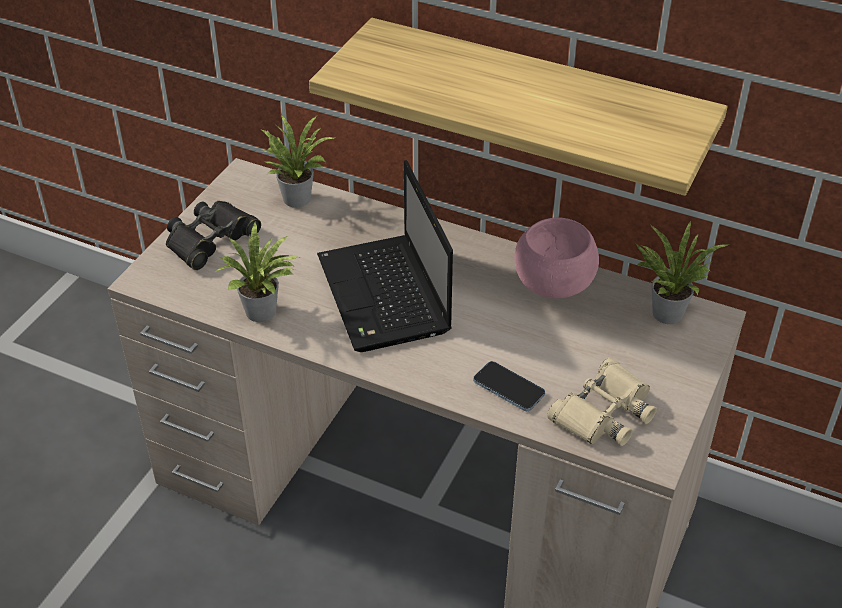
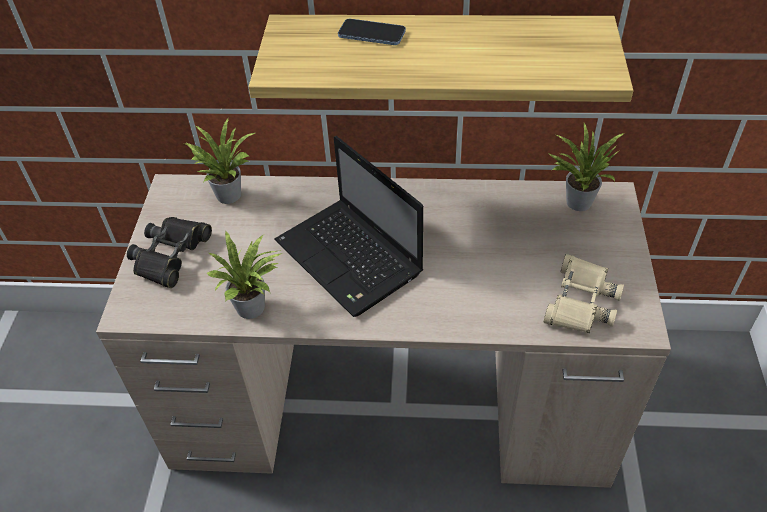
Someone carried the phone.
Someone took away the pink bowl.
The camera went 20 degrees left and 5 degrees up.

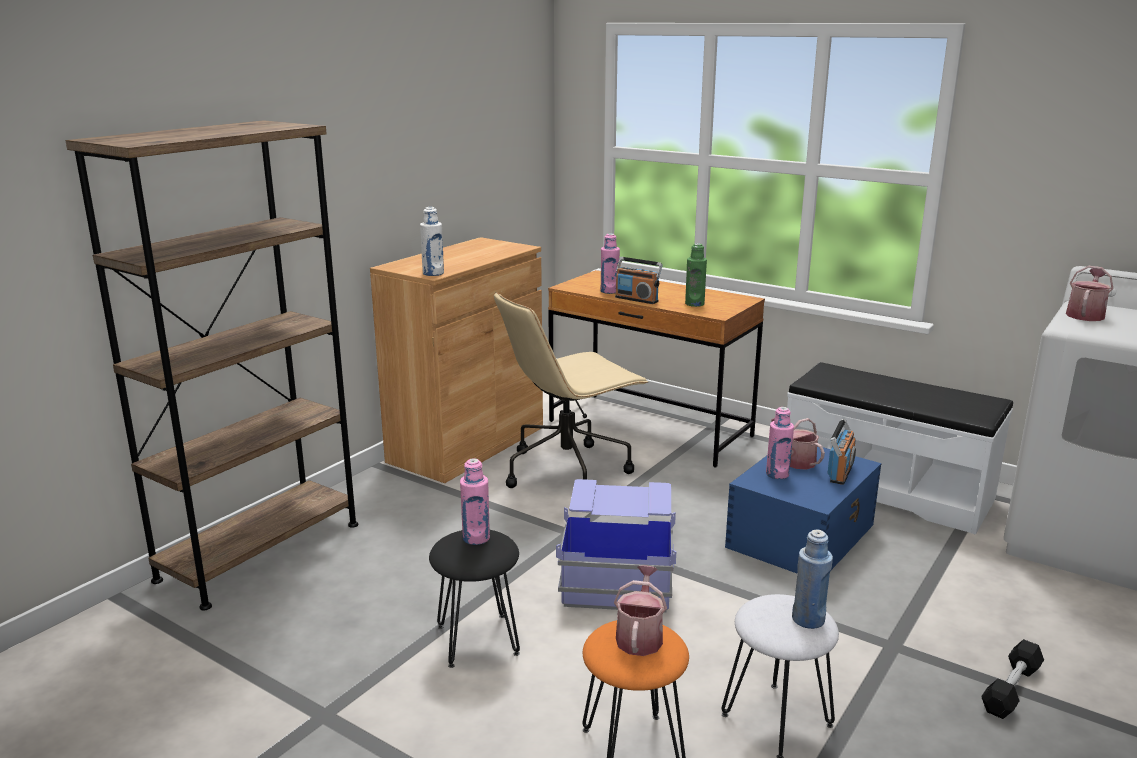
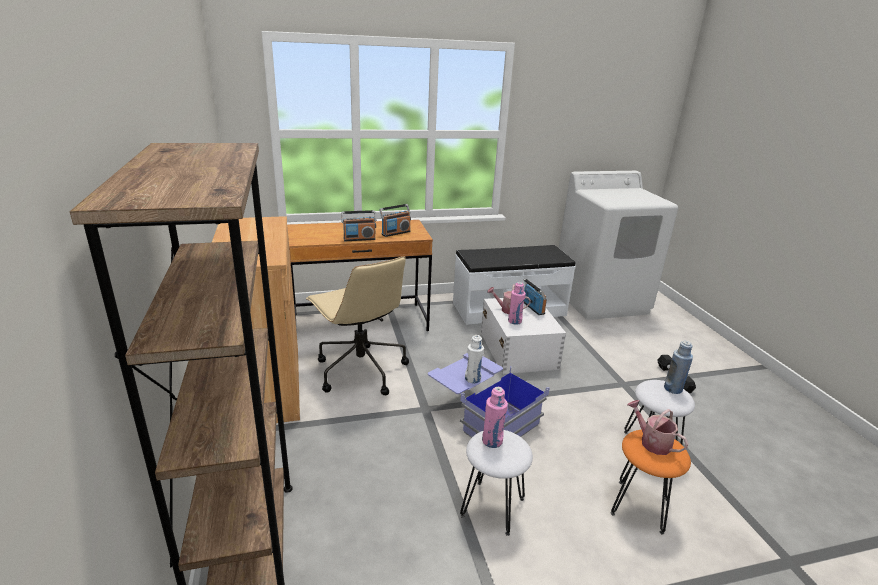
Someone rotated the beige office chair by 45 degrees counterclockwise.
Someone swapped the green bottle for the radio (no. 2 from left).
Someone repainted the black stool, which became the white stool (no. 1 from left).
Someone carried the white bottle.
Someone repainted the blue storage box (no. 2 from left), which became the white storage box.
Someone took away the pink bottle (no. 2 from left).
Someone took away the watering can (no. 3 from left).
The camera went 50 degrees left and 5 degrees up.

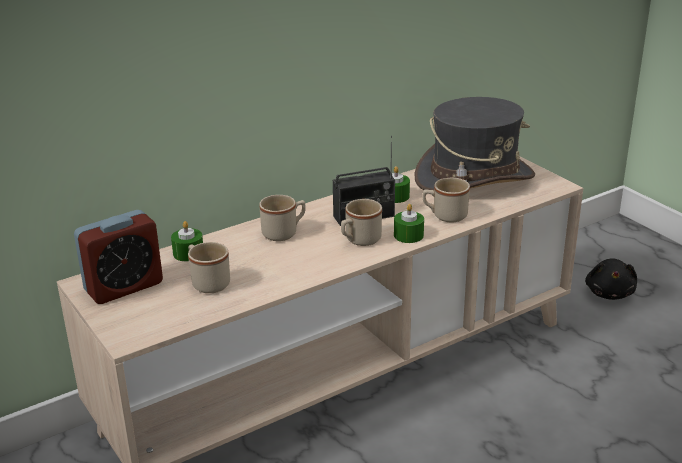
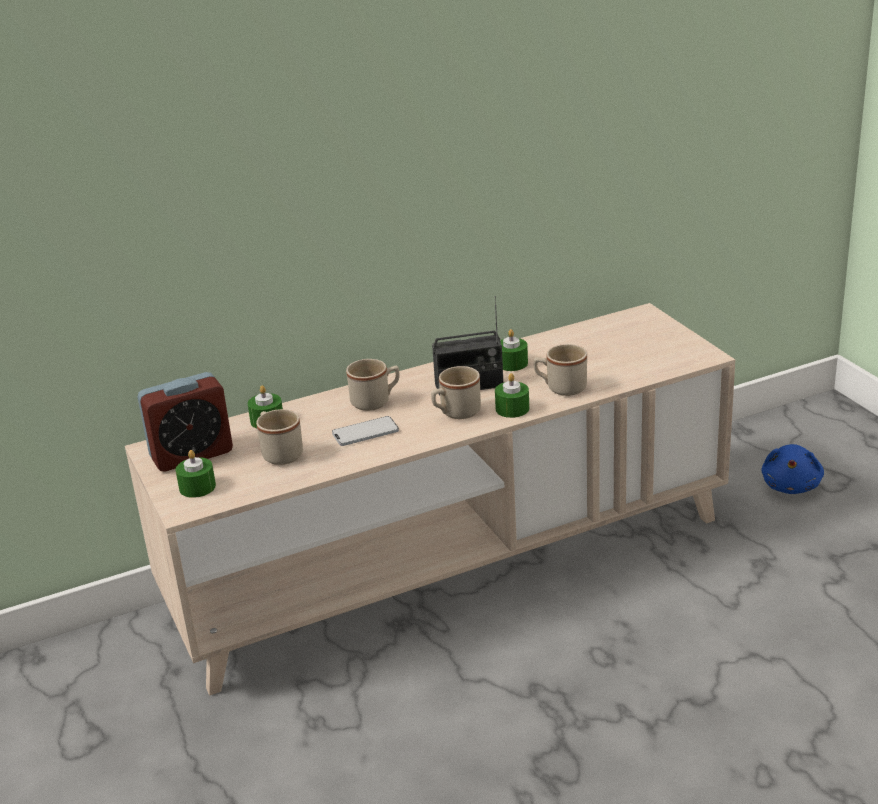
Someone put down the green candle (no. 1 from left).
Someone put down the phone.
Someone repainted the black plush toy, which became the blue plush toy.
Someone took away the grey hat.
The camera went 10 degrees right and 0 degrees up.

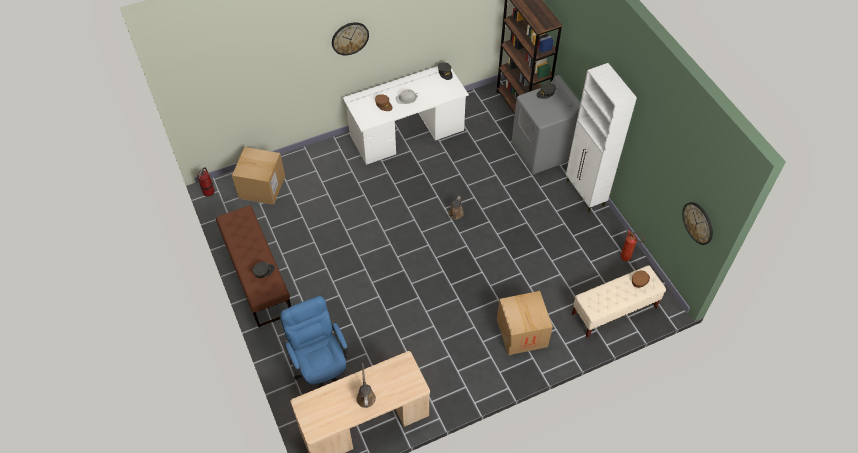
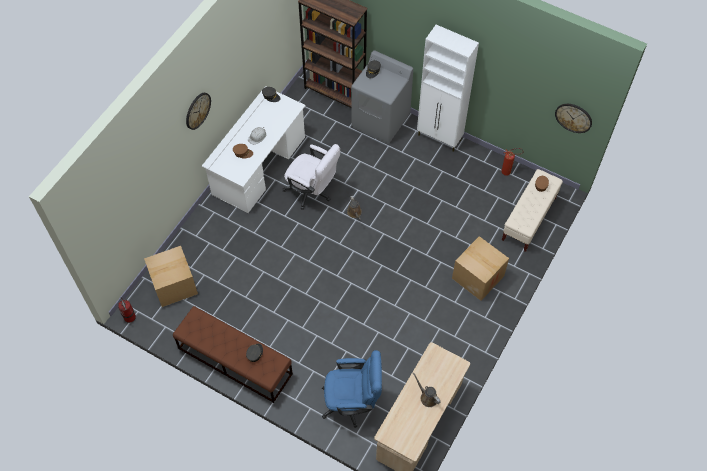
Someone put down the white office chair.
Someone rotated the blue office chair by 150 degrees clockwise.
The camera went 35 degrees left and 5 degrees up.

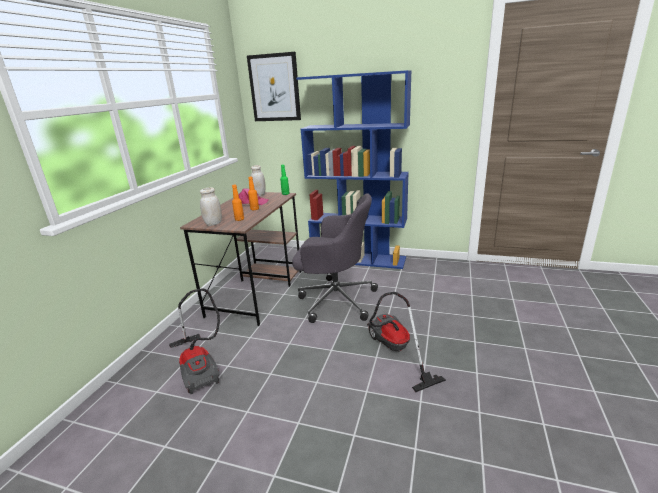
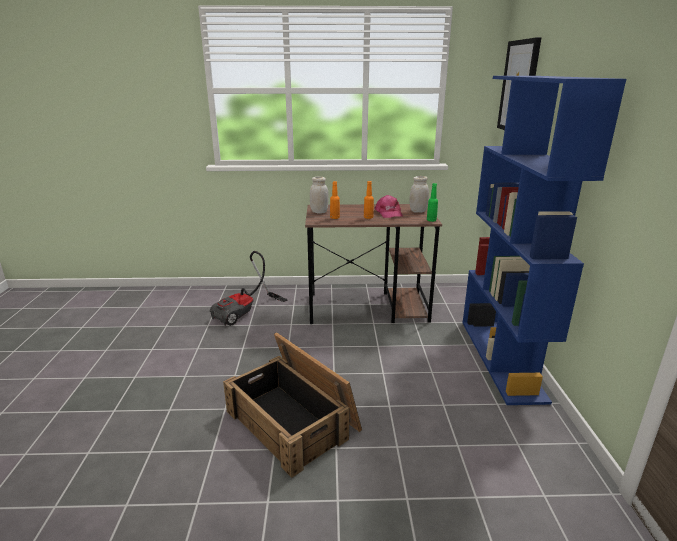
Someone swapped the vacuum cleaner (no. 2 from left) for the crate.
Someone took away the grey office chair.
The camera went 70 degrees right and 0 degrees up.

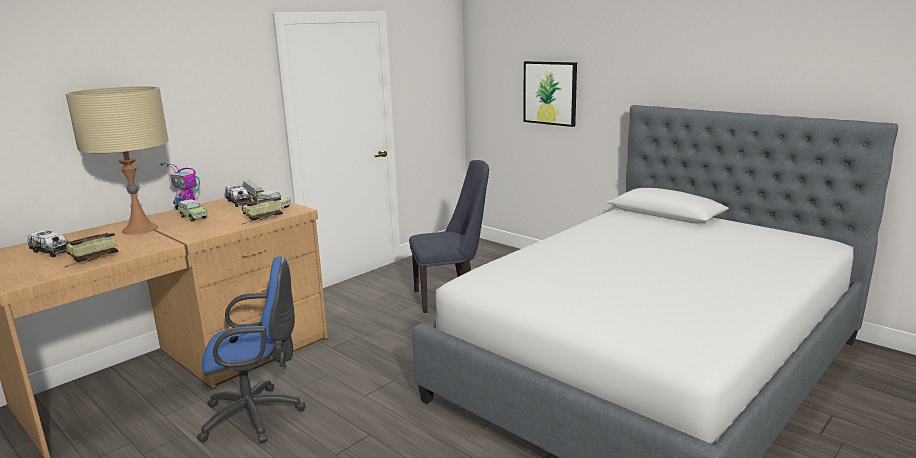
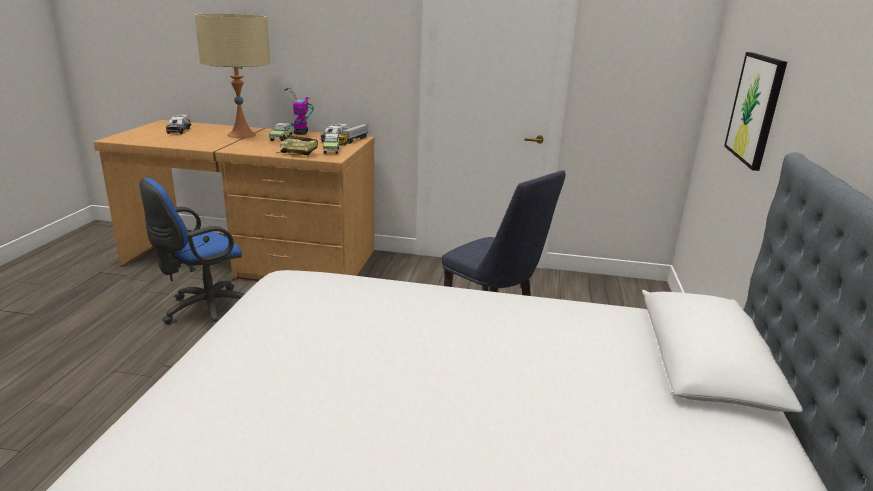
Someone rotated the blue office chair by 90 degrees clockwise.
Someone took away the book (no. 1 from left).
The camera went 55 degrees right and 5 degrees up.

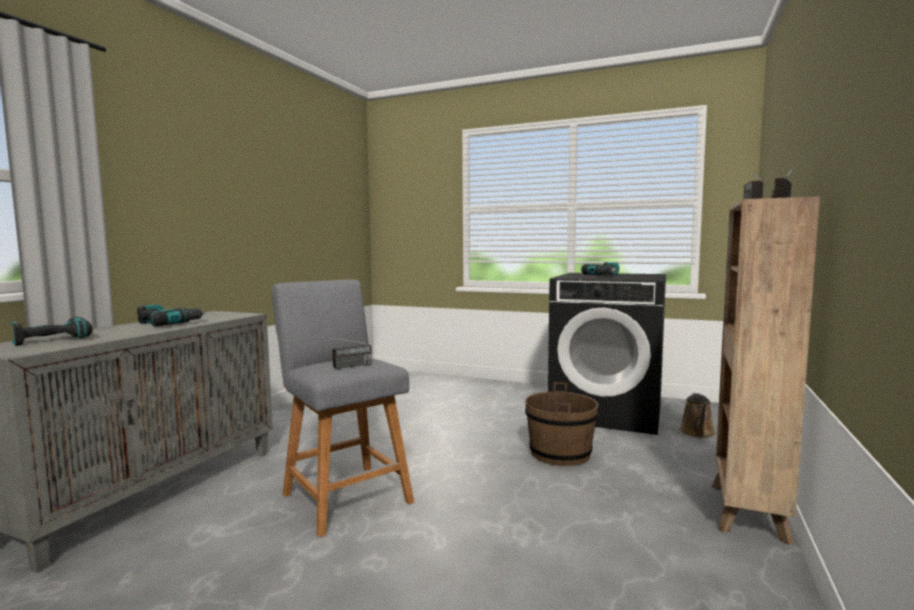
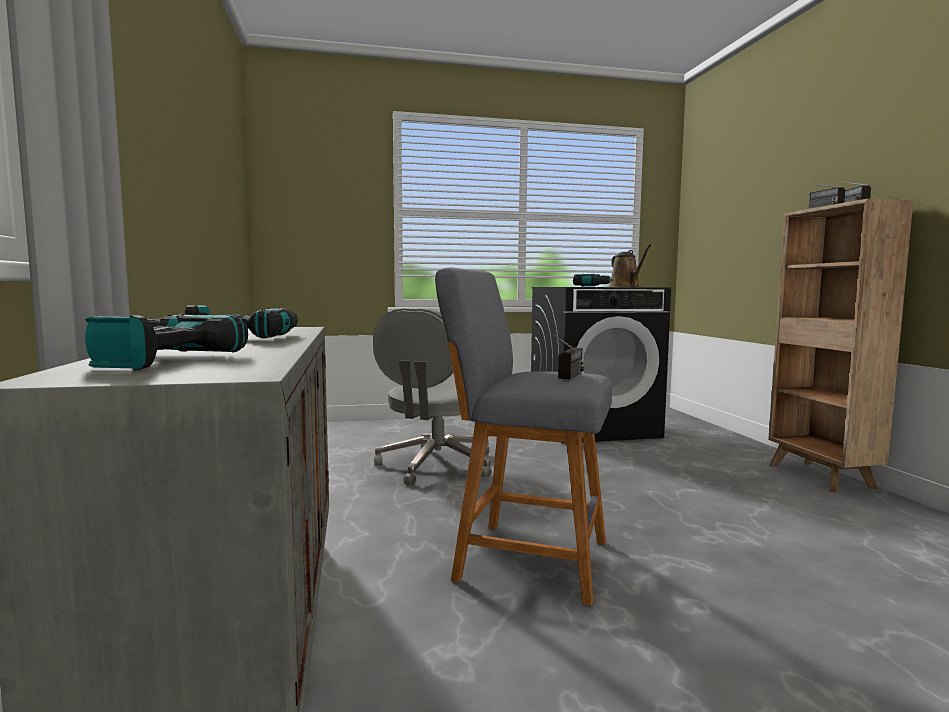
Someone put down the grey office chair.
Someone carried the brown watering can.
Someone took away the brown bucket.
The camera went 35 degrees left and 0 degrees up.

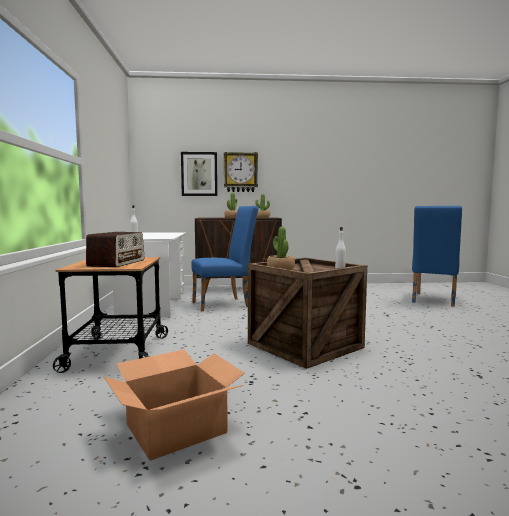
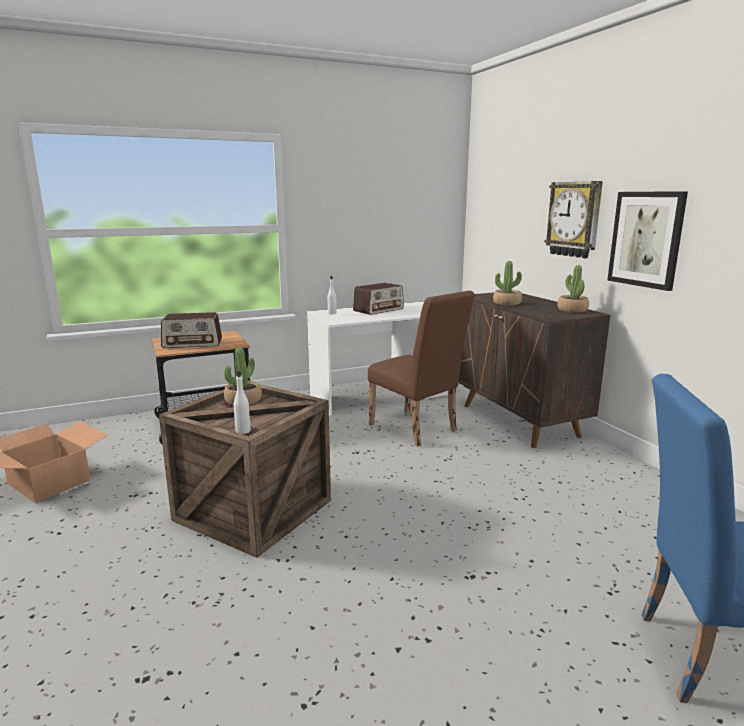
Someone put down the radio (no. 2 from left).
Someone repainted the blue chair (no. 1 from left), which became the brown chair.
Someone carried the picture.
The camera went 70 degrees right and 10 degrees up.

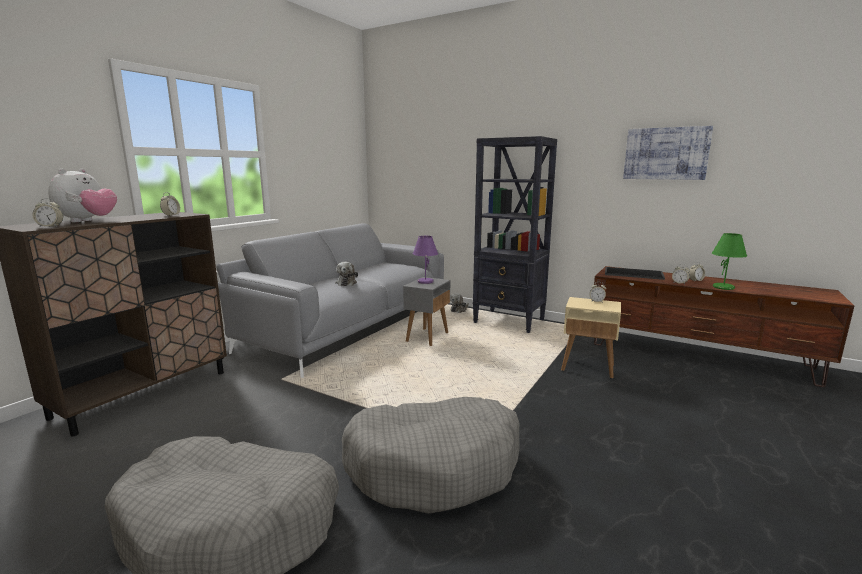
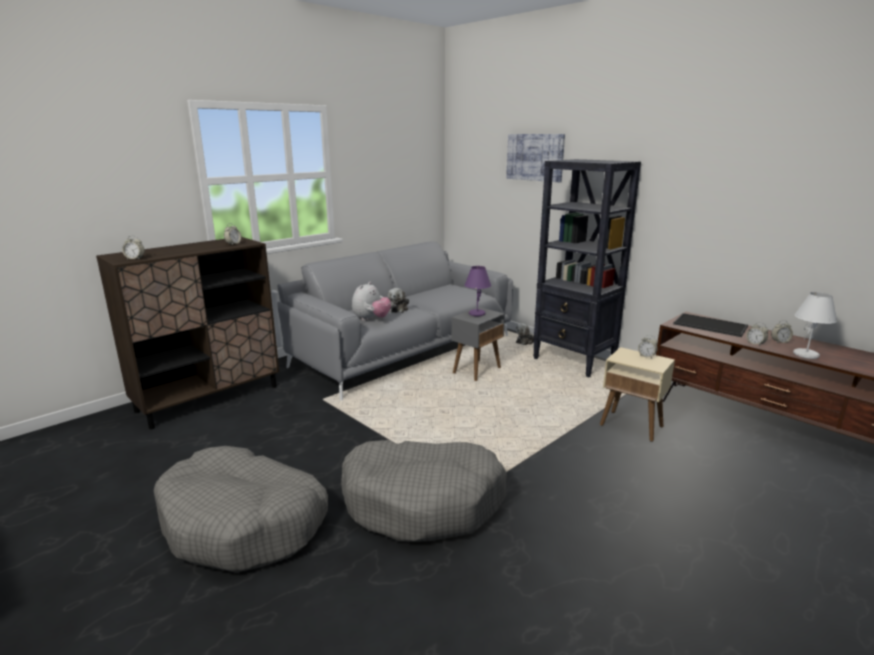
Someone carried the plush toy (no. 1 from left).
Someone carried the picture.
Someone repainted the green table lamp, which became the white table lamp.
The camera went 15 degrees right and 5 degrees up.

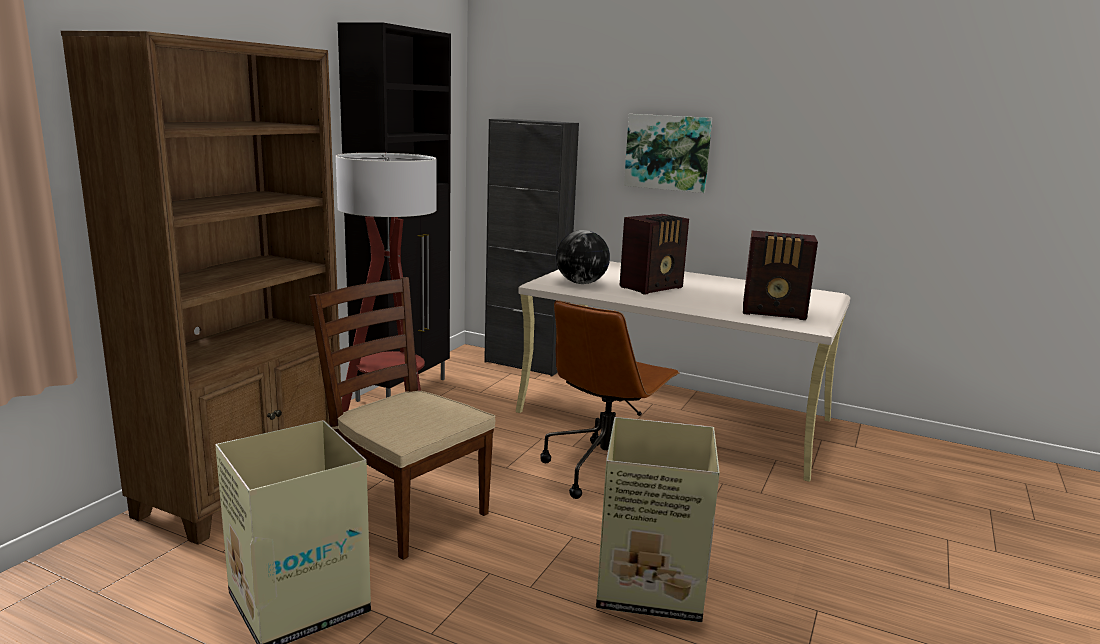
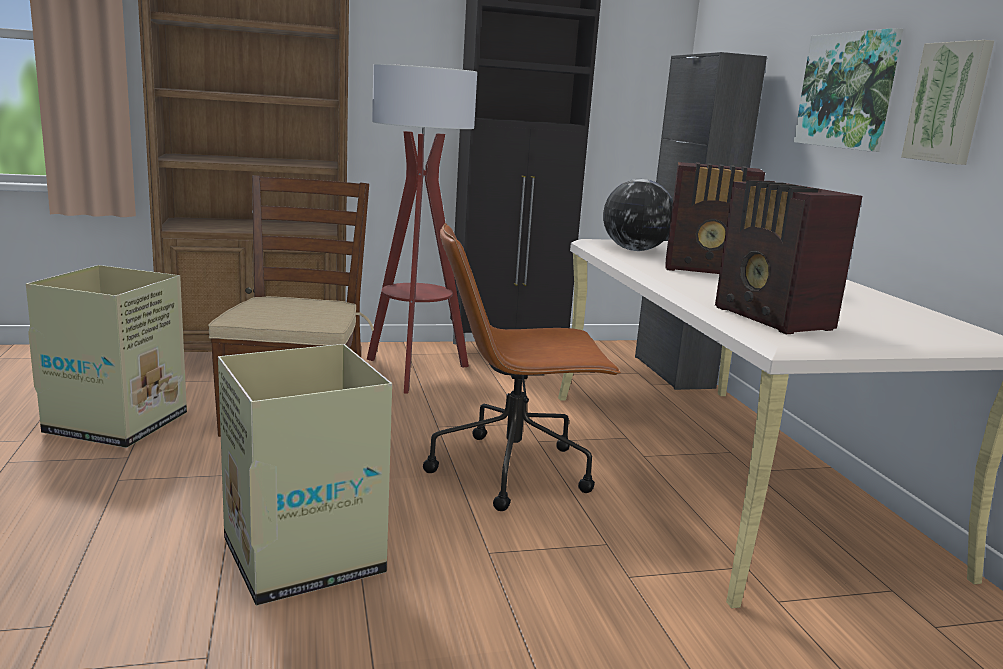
Someone put up the picture (no. 2 from left).
The camera went 50 degrees right and 0 degrees up.

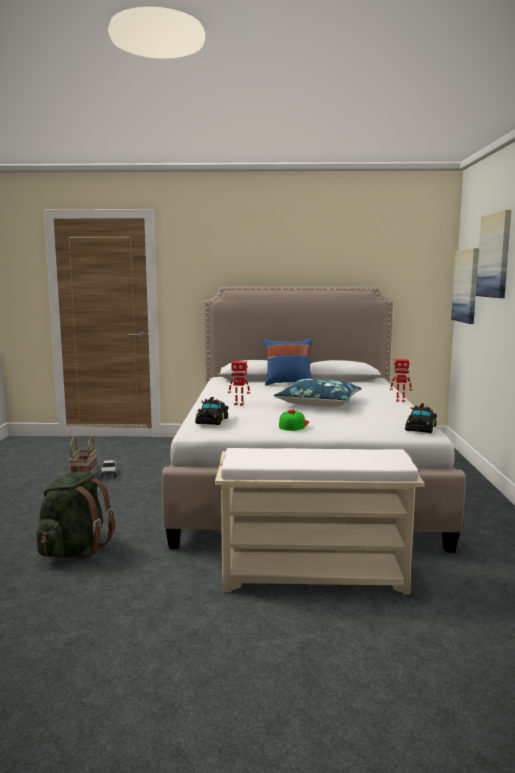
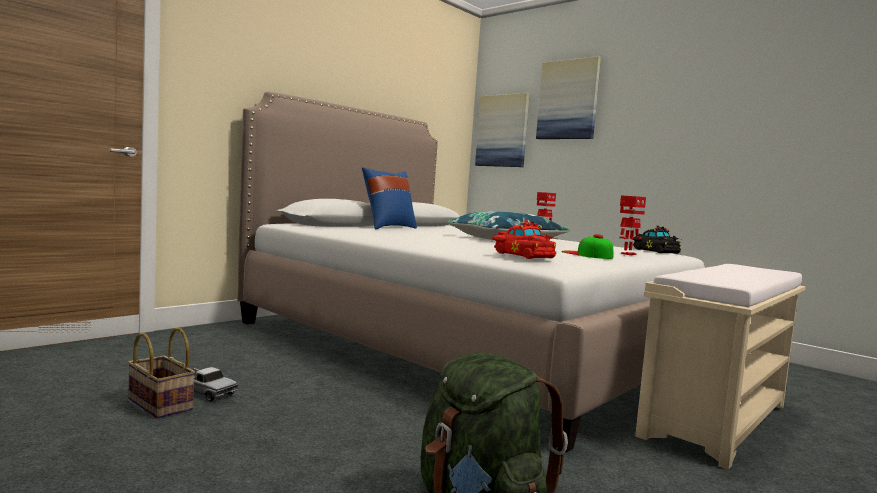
Someone repainted the black toy car (no. 1 from left), which became the red toy car.
Someone carried the toy robot (no. 1 from left in the first image).
The camera went 50 degrees left and 5 degrees down.

